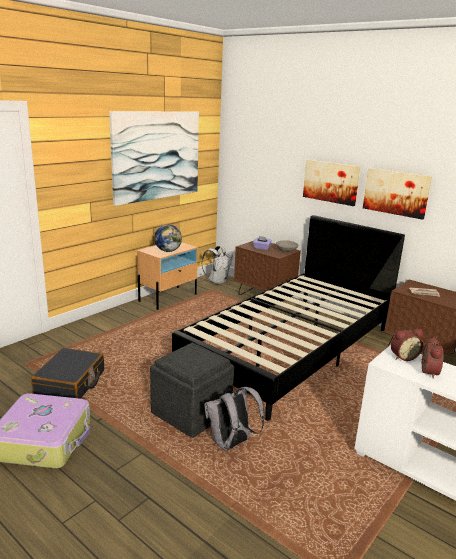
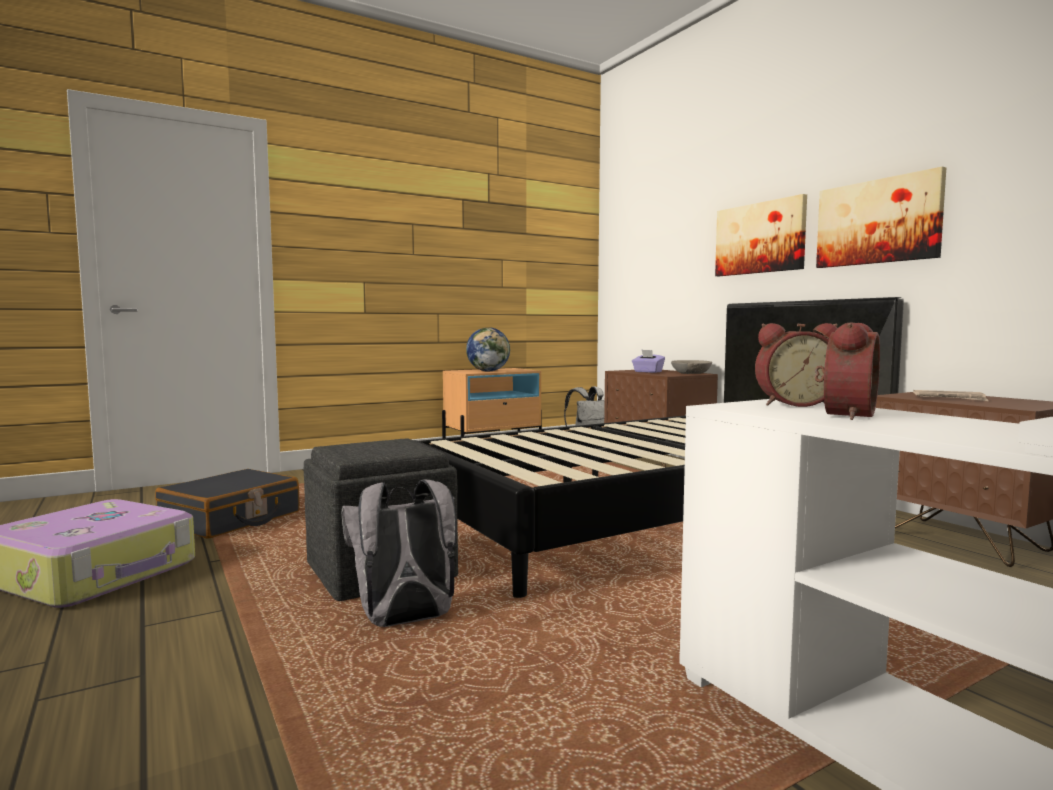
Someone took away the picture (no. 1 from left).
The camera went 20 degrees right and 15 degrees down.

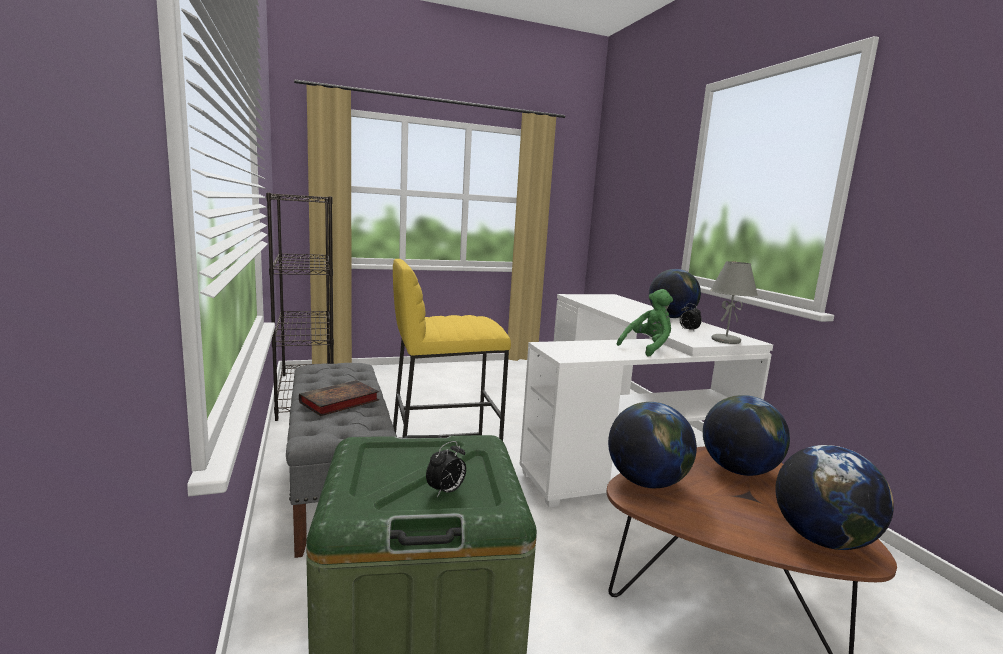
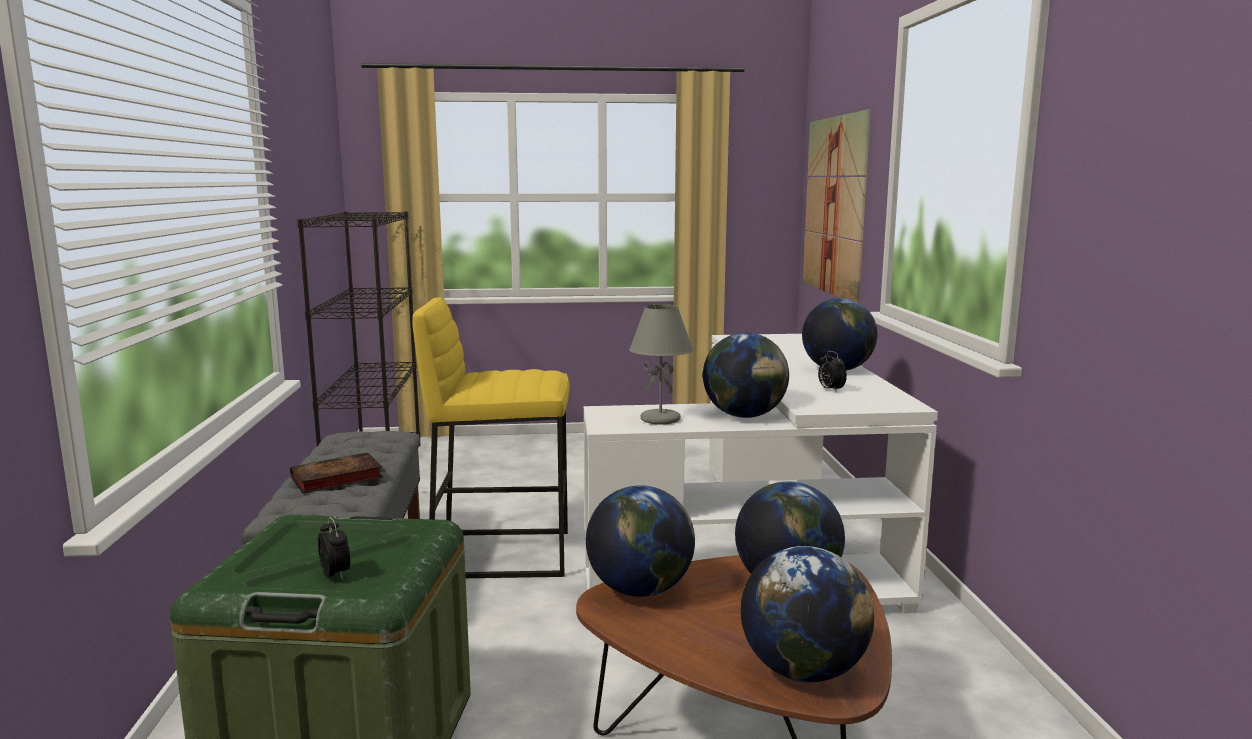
Someone rotated the alarm clock (no. 1 from left) by 90 degrees counterclockwise.
Someone carried the grey table lamp.
Someone swapped the green plush toy for the globe (no. 2 from left).
Someone put up the picture.
The camera went 15 degrees right and 0 degrees up.

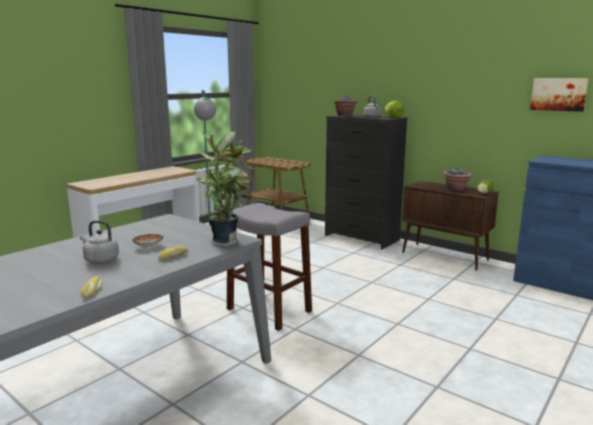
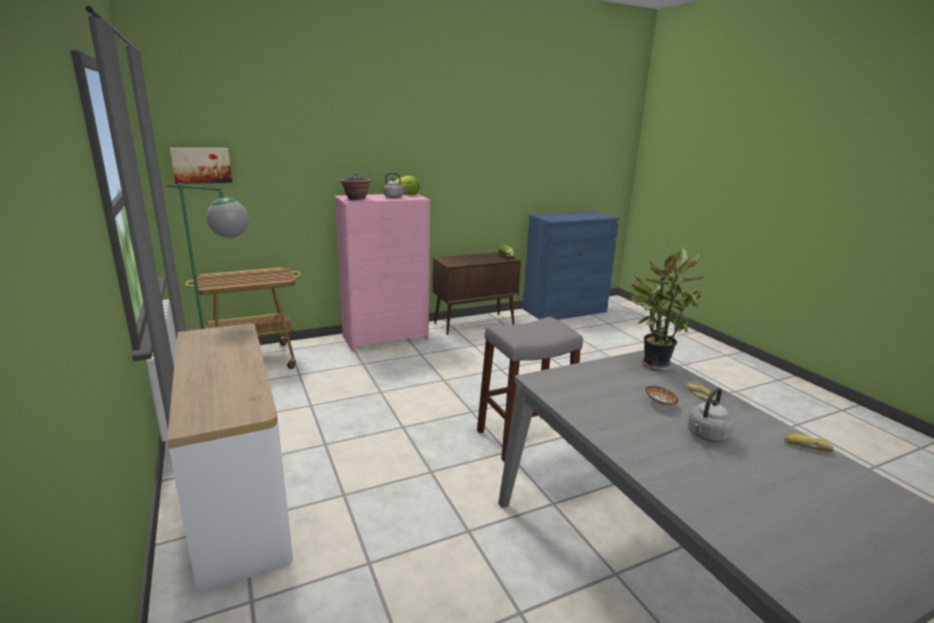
Someone carried the picture.
Someone repainted the black dresser, which became the pink dresser.
Someone took away the potted plant (no. 3 from left).
The camera went 65 degrees left and 5 degrees up.

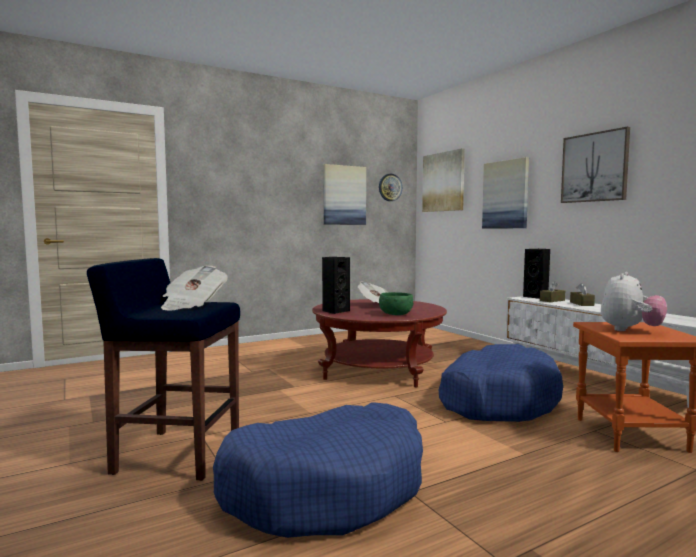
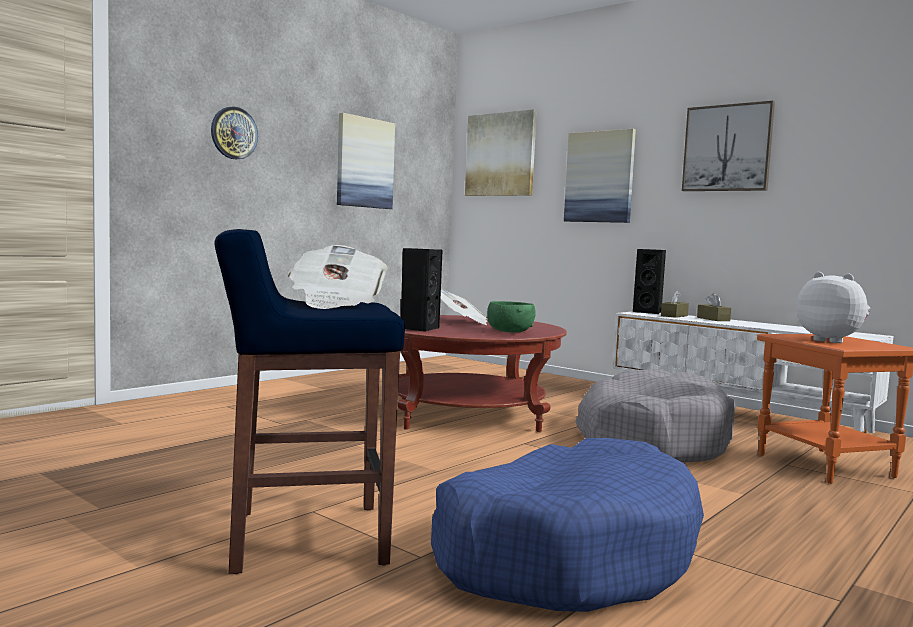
Someone carried the wall clock.
Someone repainted the blue dog bed (no. 2 from left), which became the grey dog bed.
Someone rotated the plush toy by 60 degrees counterclockwise.
The camera went 20 degrees left and 0 degrees up.

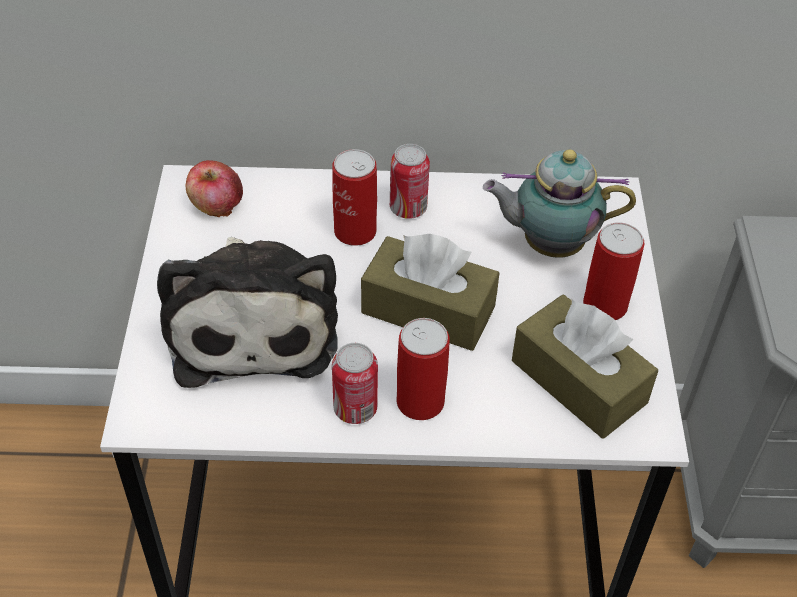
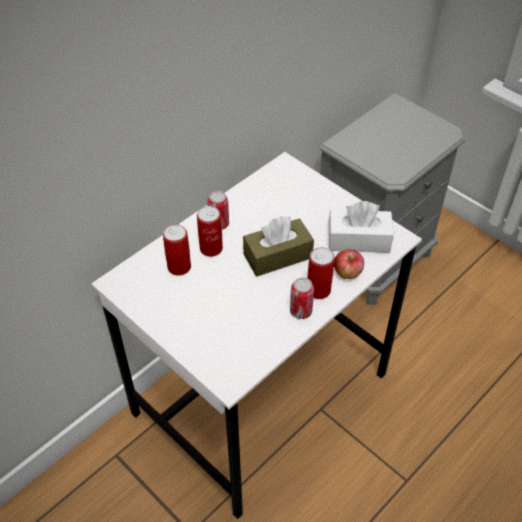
Someone carried the can (no. 5 from left in the first image).
Someone repainted the brown tissue box (no. 2 from left), which became the white tissue box.
Someone carried the apple.
Someone took away the plush toy.
Someone took away the teapot.
The camera went 45 degrees left and 0 degrees up.

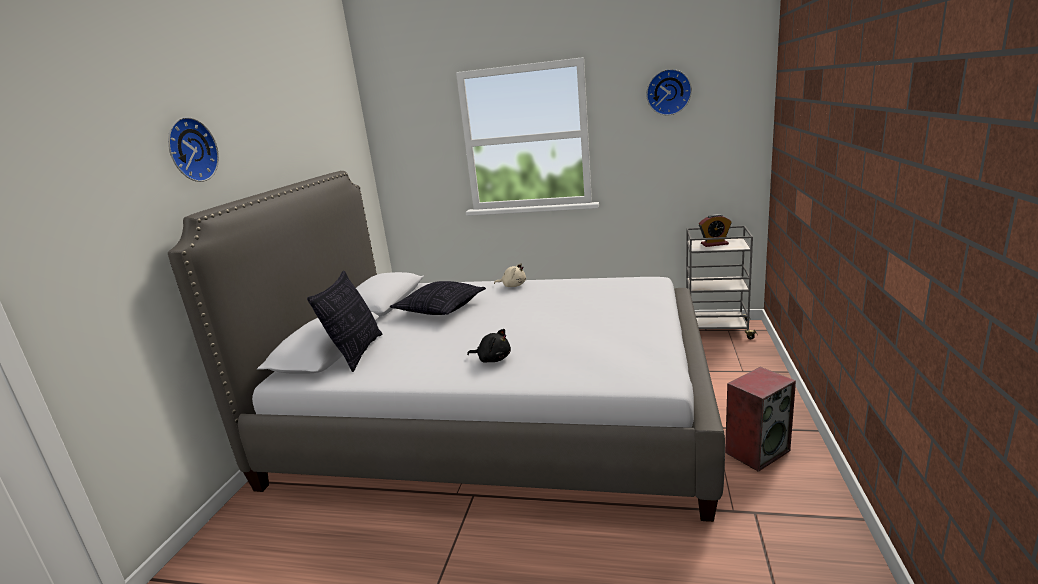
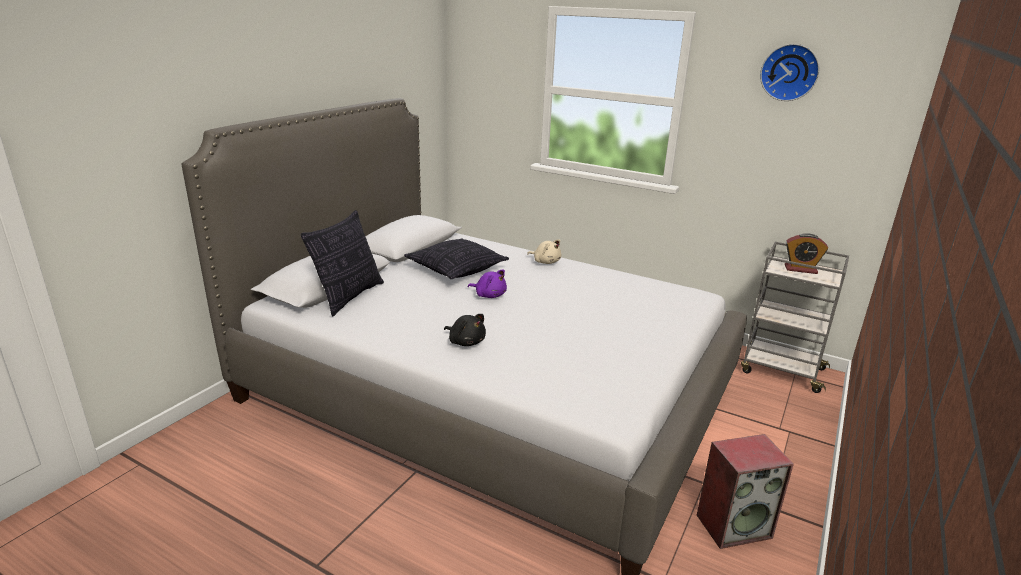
Someone put down the purple plush toy.
Someone took away the wall clock (no. 1 from left).
The camera went 15 degrees right and 5 degrees up.

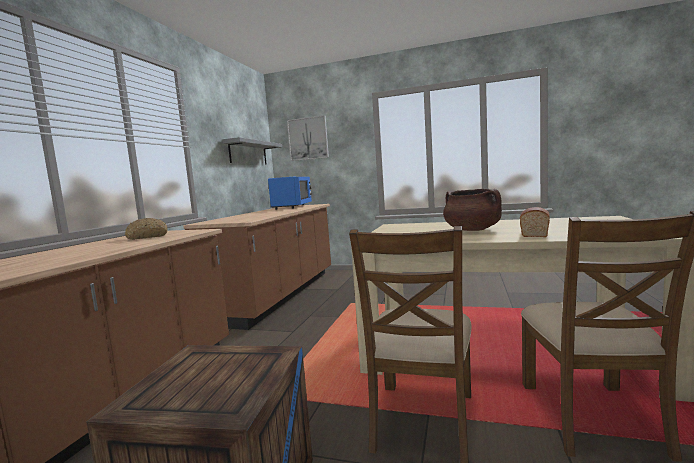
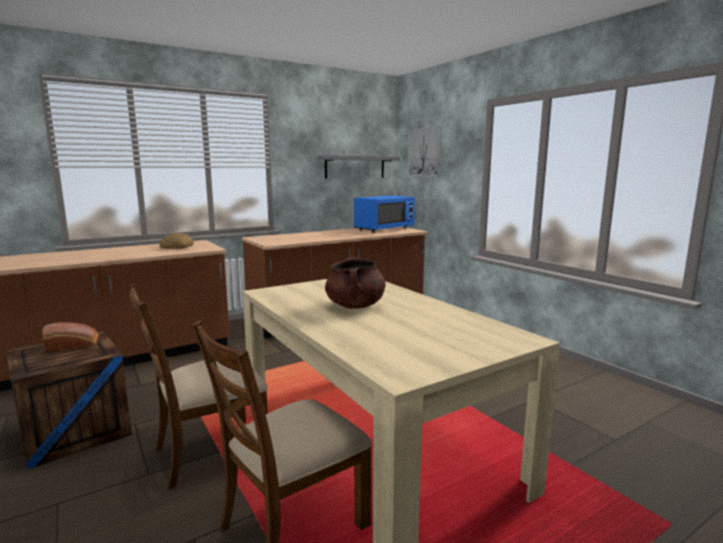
Someone carried the bread (no. 2 from left in the first image).
The camera went 40 degrees right and 5 degrees up.

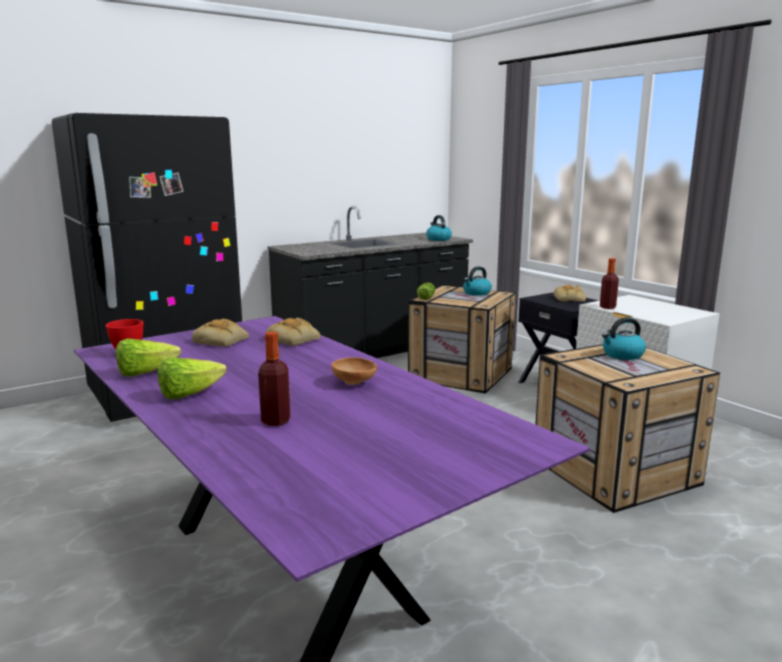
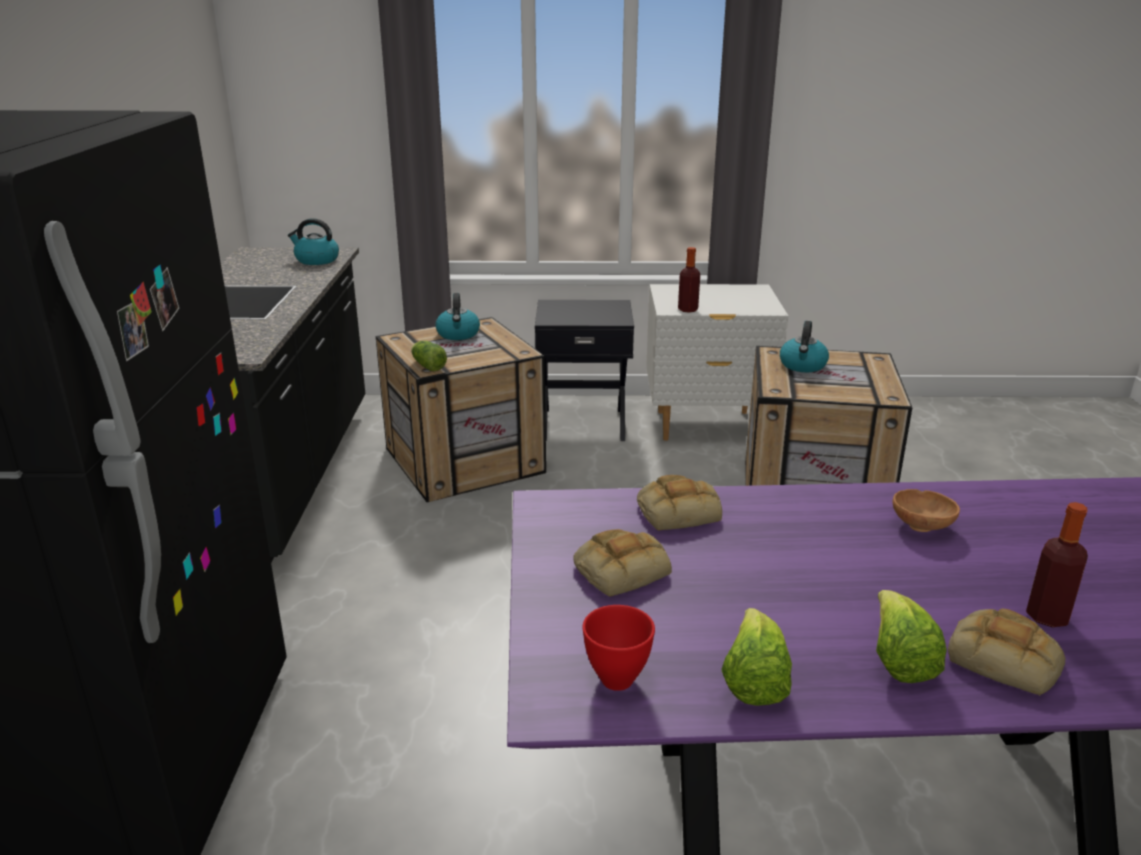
Someone carried the bread (no. 3 from left).
The camera went 55 degrees left and 10 degrees up.

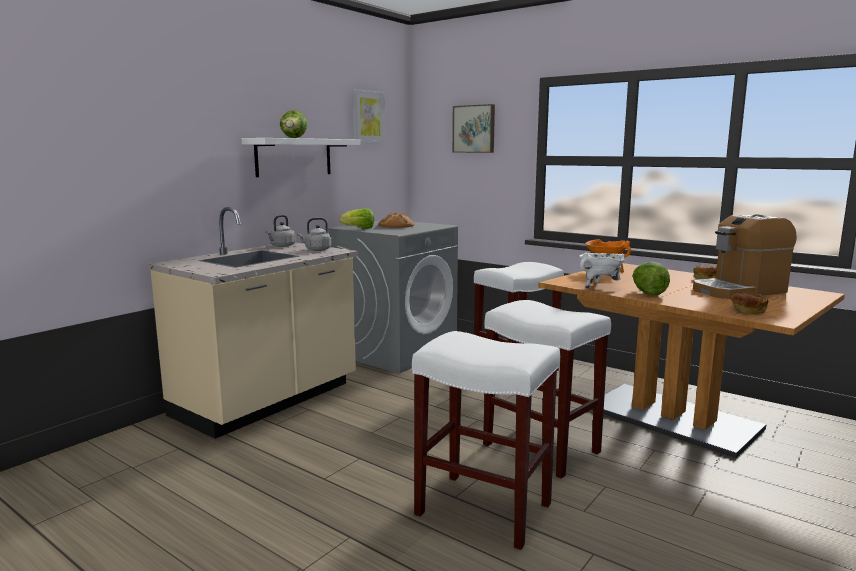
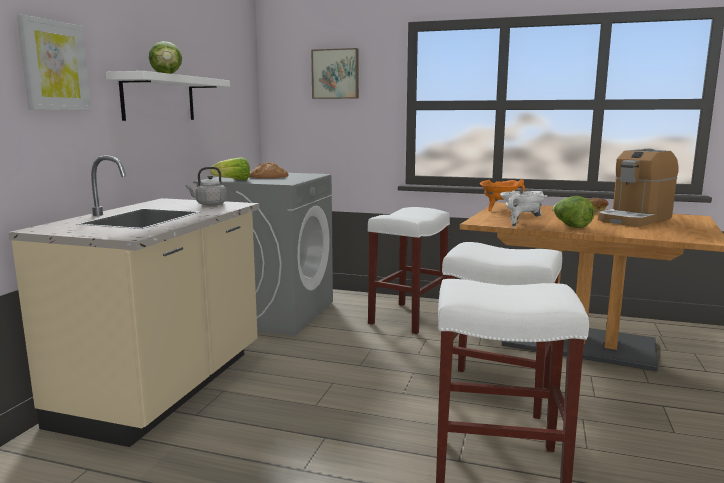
Someone carried the picture (no. 1 from left).
Someone took away the grey kettle (no. 1 from left).
Someone took away the bread (no. 3 from left).
The camera went 20 degrees left and 0 degrees up.

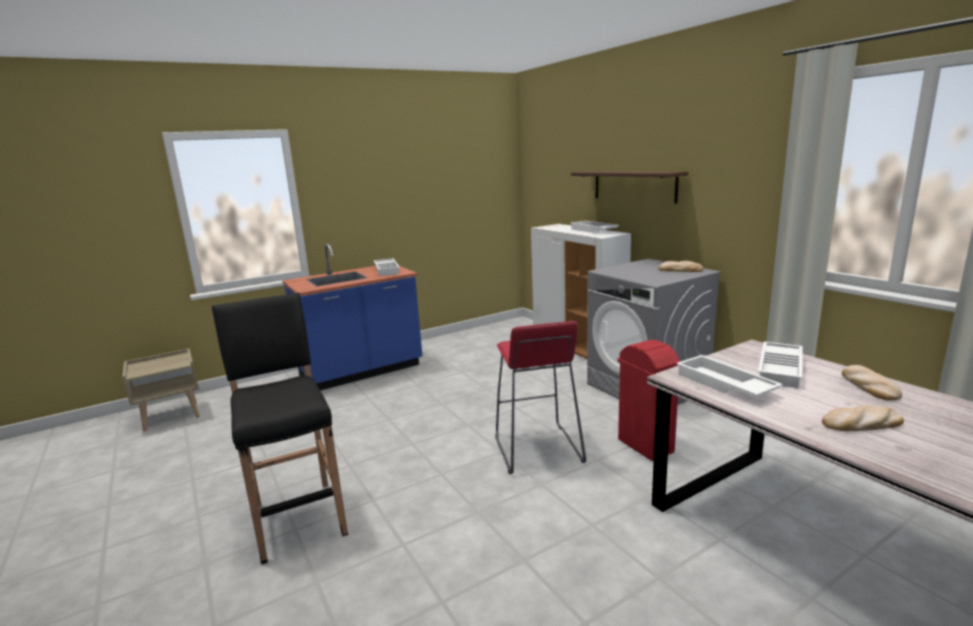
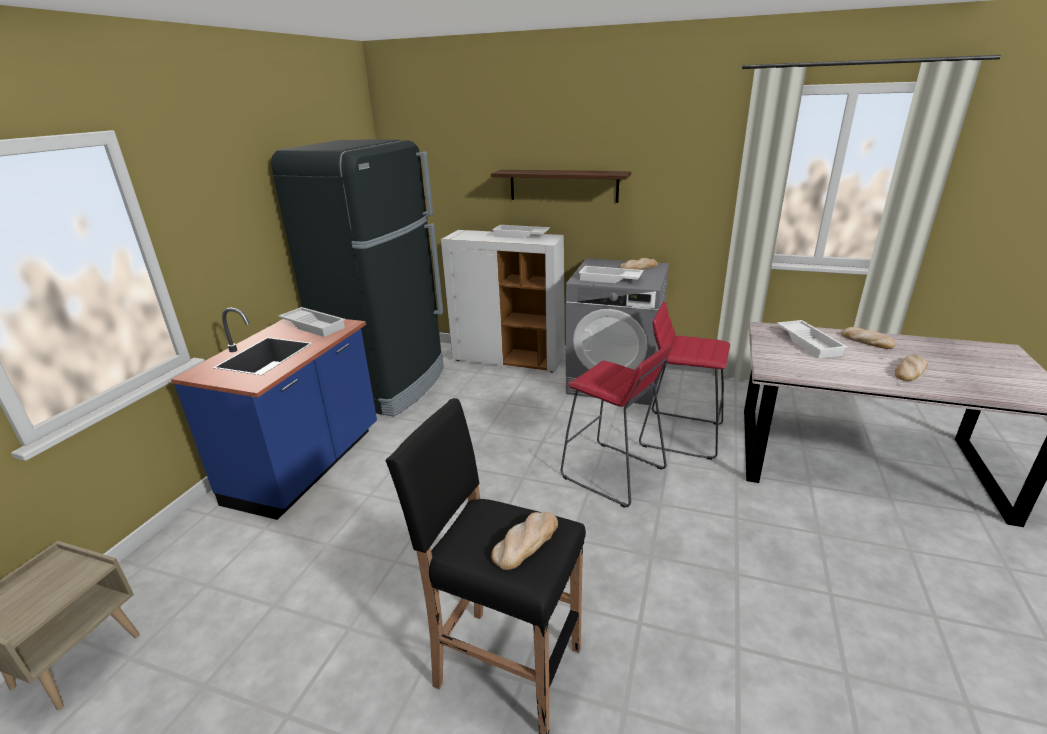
Someone put down the black fridge.
Someone put down the bread (no. 1 from left).
Someone carried the white tray (no. 3 from left).
Someone swapped the red trash can for the red stool (no. 2 from left).
The camera went 40 degrees left and 10 degrees up.

